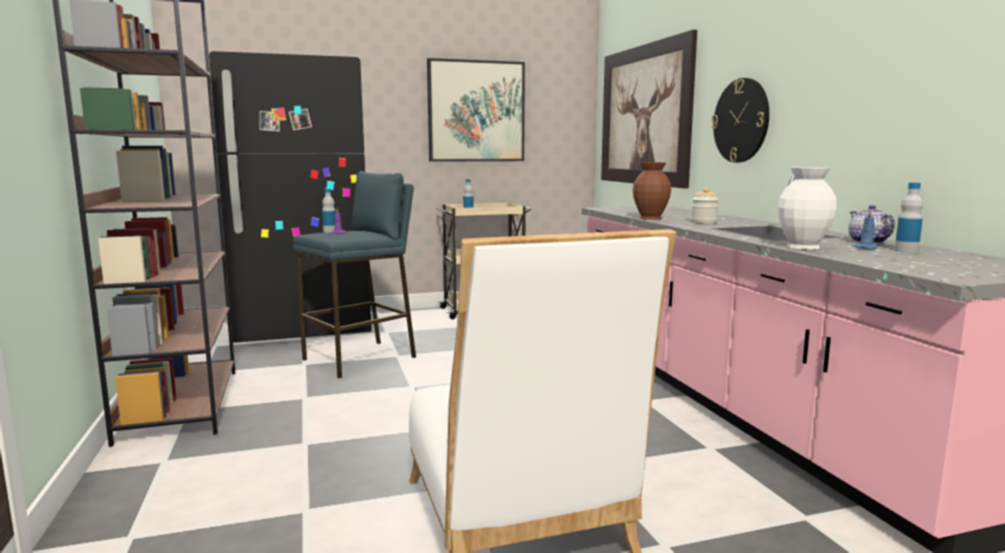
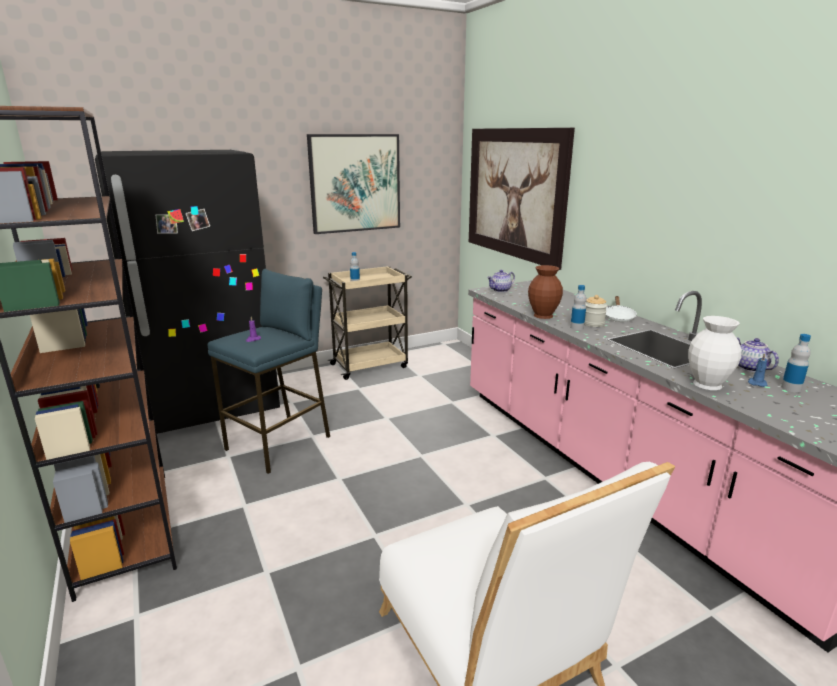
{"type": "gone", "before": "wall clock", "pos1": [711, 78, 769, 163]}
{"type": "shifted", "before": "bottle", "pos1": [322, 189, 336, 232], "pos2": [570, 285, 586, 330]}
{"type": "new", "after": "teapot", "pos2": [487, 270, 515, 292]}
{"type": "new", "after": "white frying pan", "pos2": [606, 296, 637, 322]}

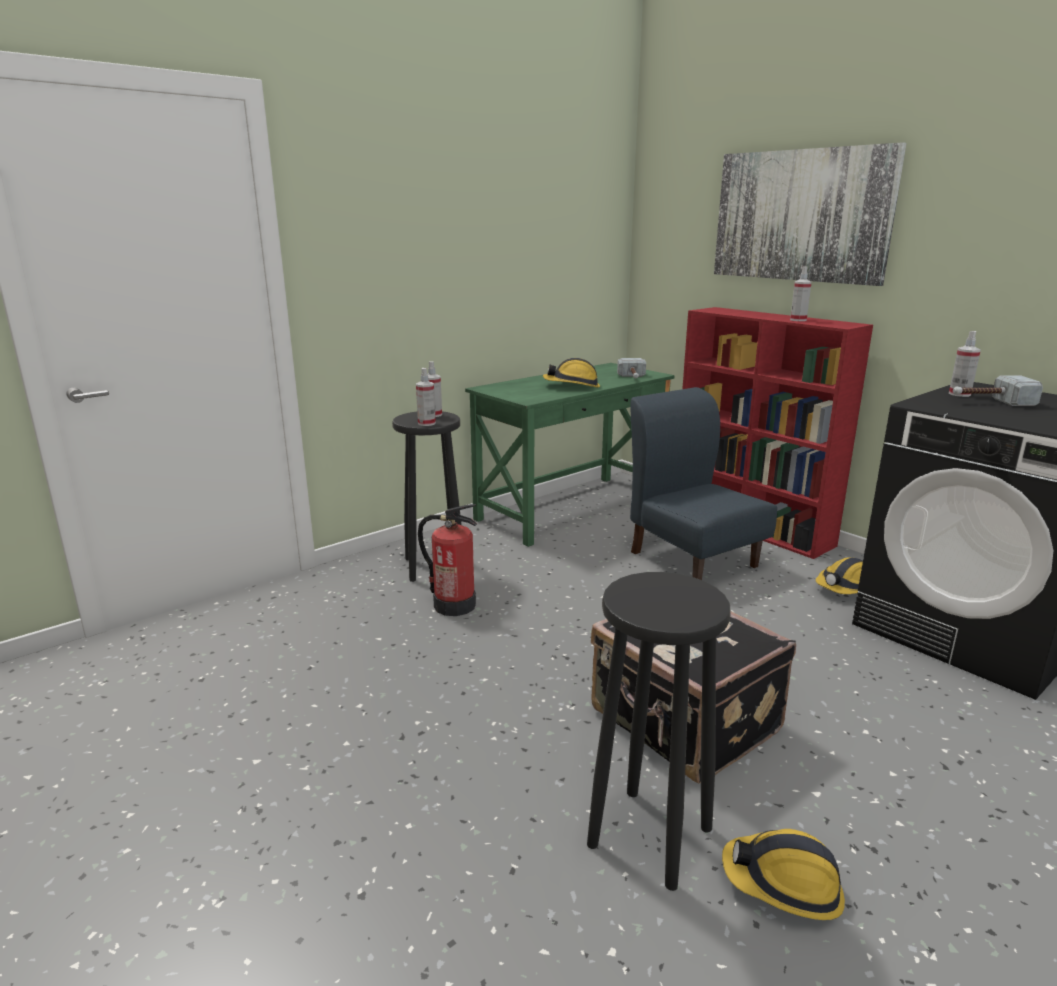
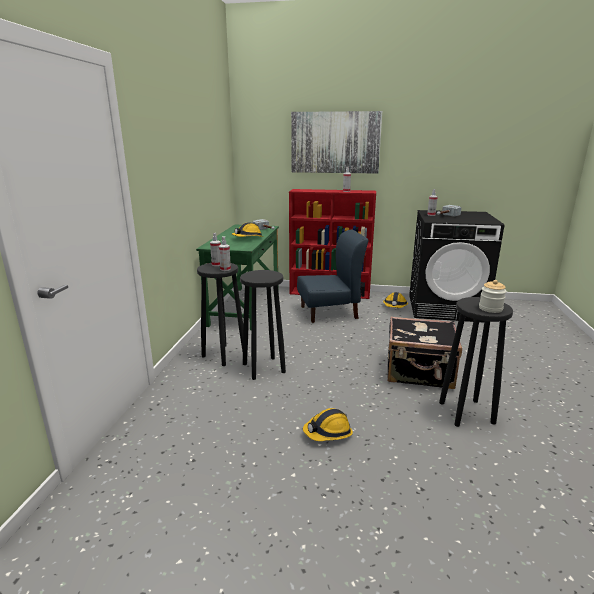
{"type": "rotated", "before": "blue chair", "pos1": [630, 387, 777, 580], "pos2": [297, 229, 368, 323], "turn": 150}
{"type": "swapped", "before": "fire extinguisher", "after": "black stool", "pos1": [418, 504, 477, 616], "pos2": [240, 270, 286, 380]}
{"type": "shifted", "before": "hard hat", "pos1": [722, 829, 845, 920], "pos2": [303, 408, 353, 441]}
{"type": "new", "after": "jar", "pos2": [479, 280, 507, 313]}

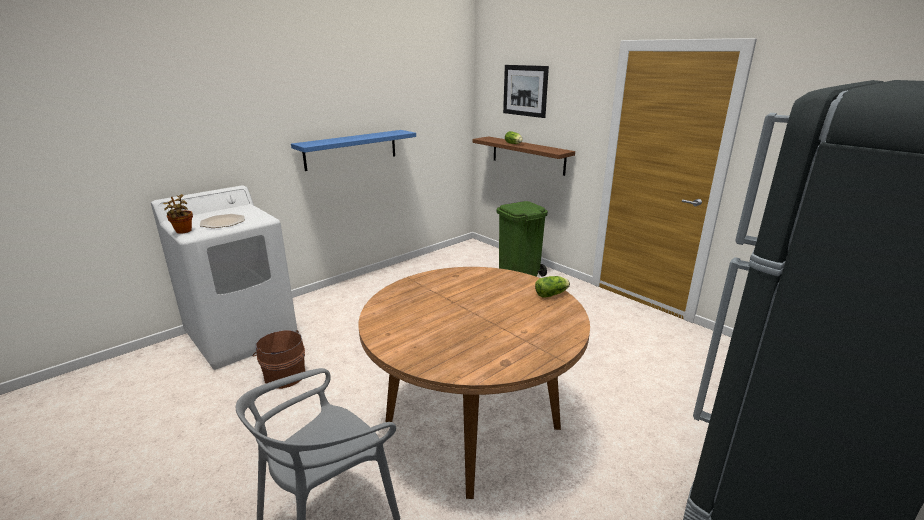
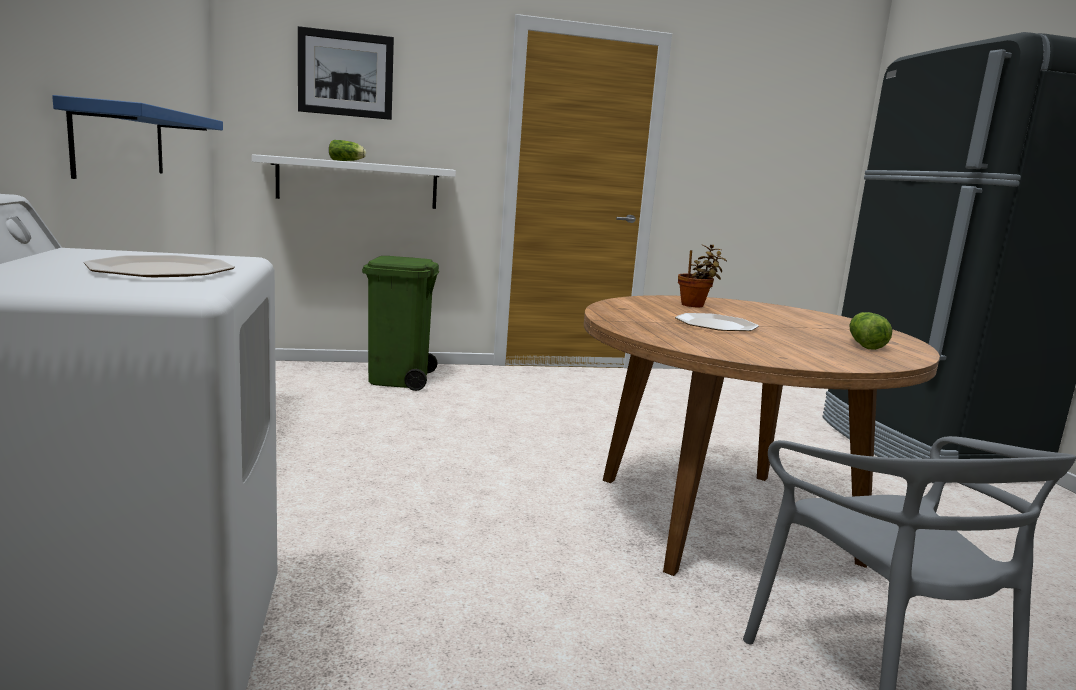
{"type": "repainted", "before": "brown shelf", "after": "white shelf", "pos1": [472, 136, 575, 176], "pos2": [252, 155, 456, 209]}
{"type": "shifted", "before": "potted plant", "pos1": [163, 194, 193, 234], "pos2": [678, 245, 727, 307]}
{"type": "shifted", "before": "lettuce", "pos1": [535, 276, 570, 298], "pos2": [850, 312, 892, 350]}
{"type": "gone", "before": "brown bucket", "pos1": [252, 330, 305, 389]}
{"type": "new", "after": "plate", "pos2": [675, 313, 759, 331]}

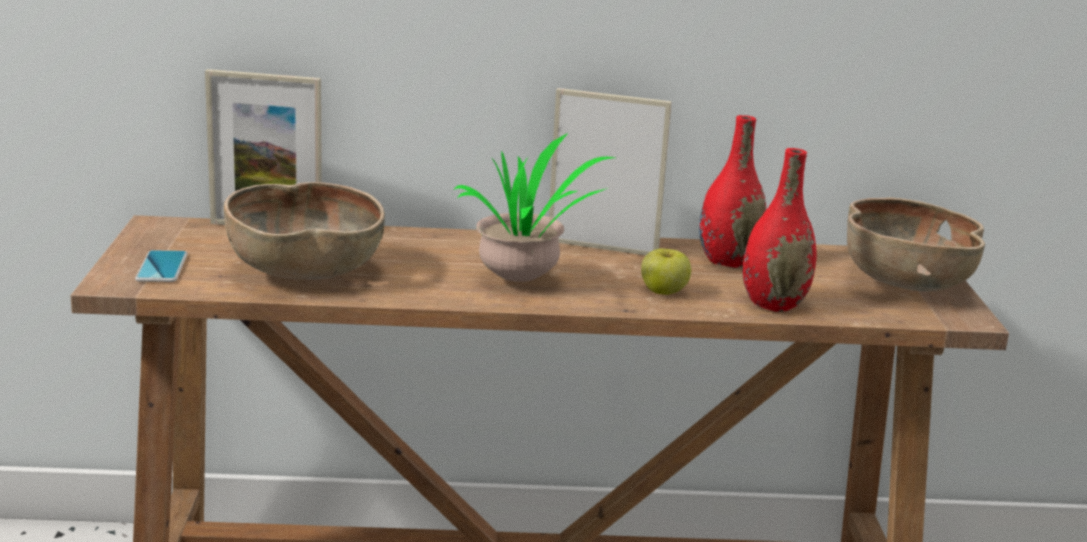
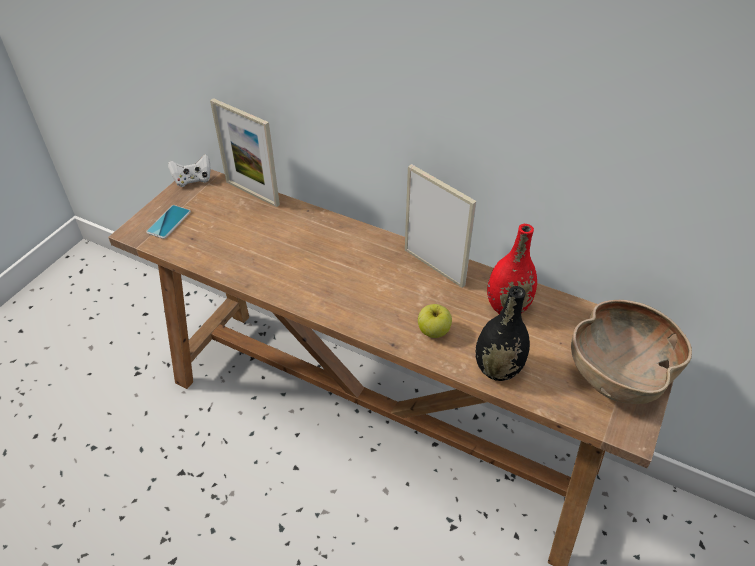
{"type": "gone", "before": "potted plant", "pos1": [453, 133, 615, 282]}
{"type": "repainted", "before": "red vase", "after": "black vase", "pos1": [743, 148, 817, 312], "pos2": [476, 286, 530, 381]}
{"type": "gone", "before": "brown bowl", "pos1": [224, 182, 385, 279]}
{"type": "new", "after": "white game controller", "pos2": [168, 154, 211, 187]}

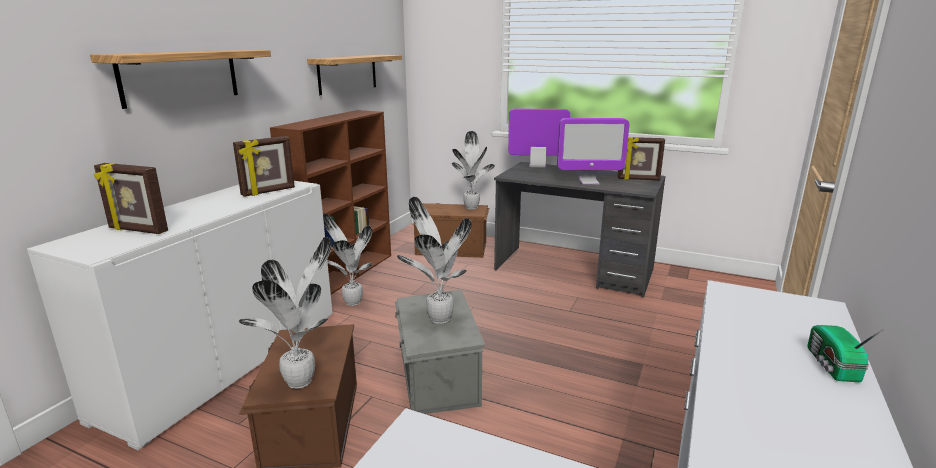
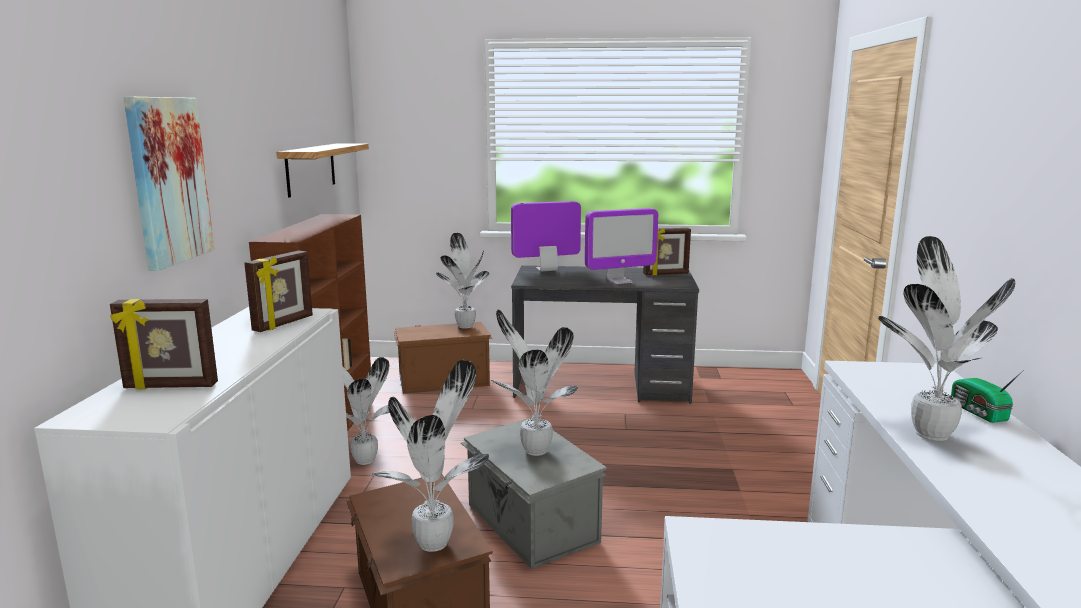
{"type": "swapped", "before": "shelf", "after": "picture", "pos1": [90, 50, 271, 109], "pos2": [123, 97, 215, 271]}
{"type": "new", "after": "potted plant", "pos2": [878, 236, 1016, 441]}

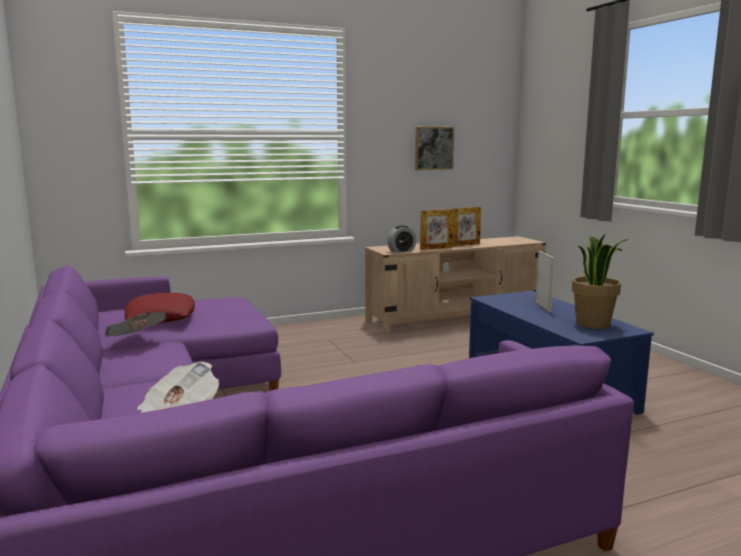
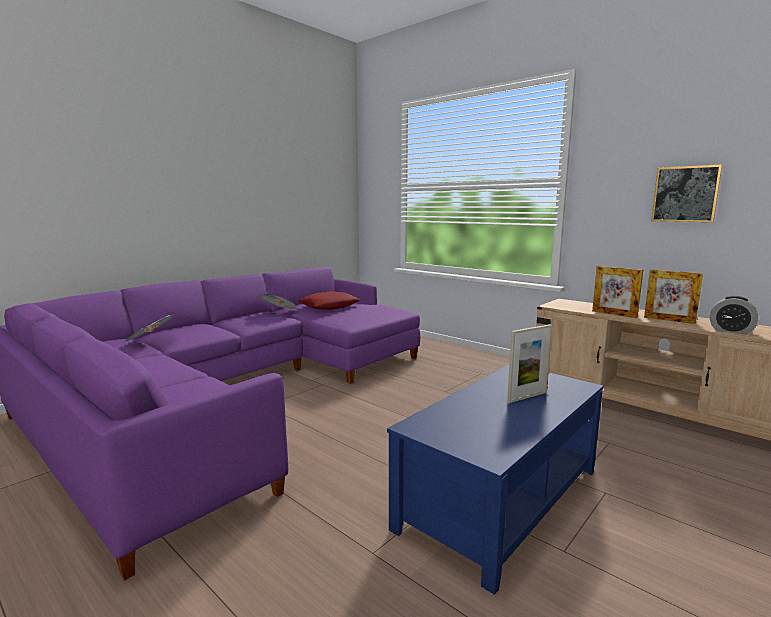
{"type": "shifted", "before": "alarm clock", "pos1": [387, 225, 416, 253], "pos2": [710, 296, 758, 334]}
{"type": "gone", "before": "potted plant", "pos1": [572, 234, 630, 329]}

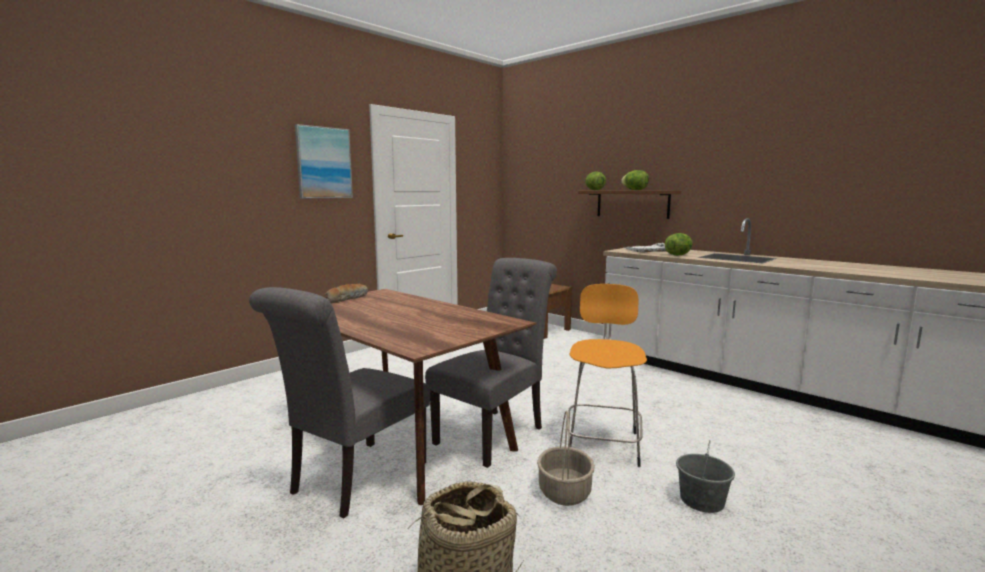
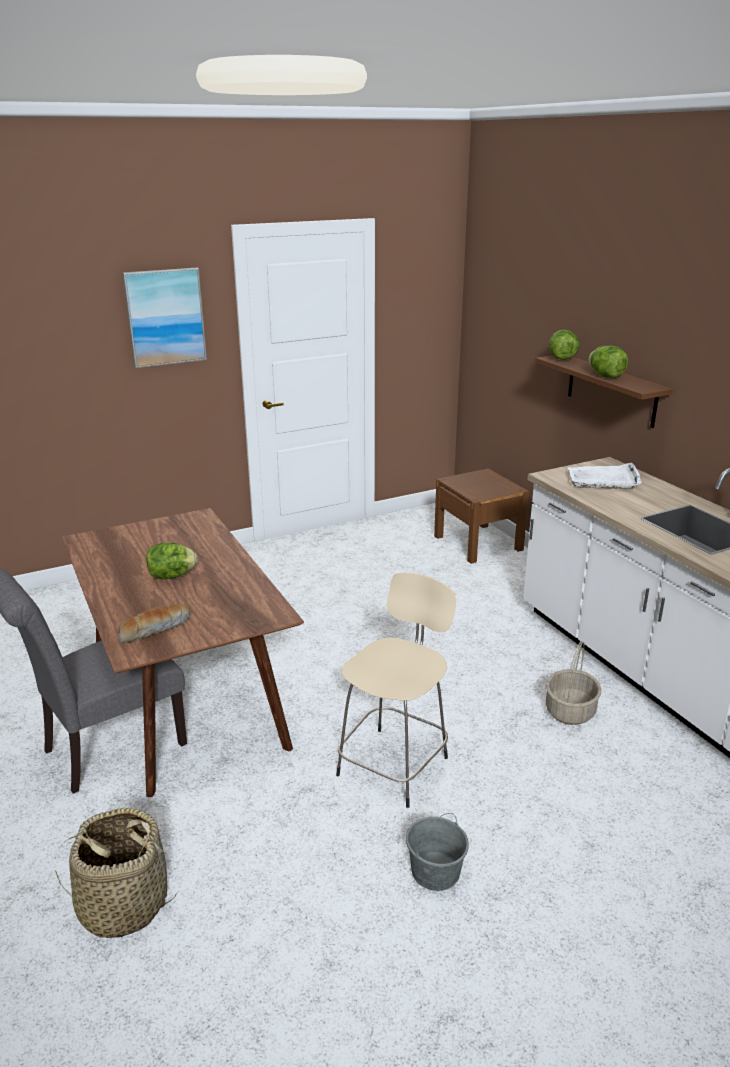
{"type": "shifted", "before": "lettuce", "pos1": [665, 233, 693, 256], "pos2": [147, 542, 198, 579]}
{"type": "gone", "before": "grey chair", "pos1": [425, 258, 557, 468]}
{"type": "shifted", "before": "bread", "pos1": [325, 284, 368, 304], "pos2": [117, 604, 190, 644]}
{"type": "repainted", "before": "orange stool", "after": "beige stool", "pos1": [568, 284, 647, 467], "pos2": [336, 572, 456, 808]}
{"type": "shifted", "before": "basket", "pos1": [537, 411, 595, 506], "pos2": [546, 641, 602, 725]}

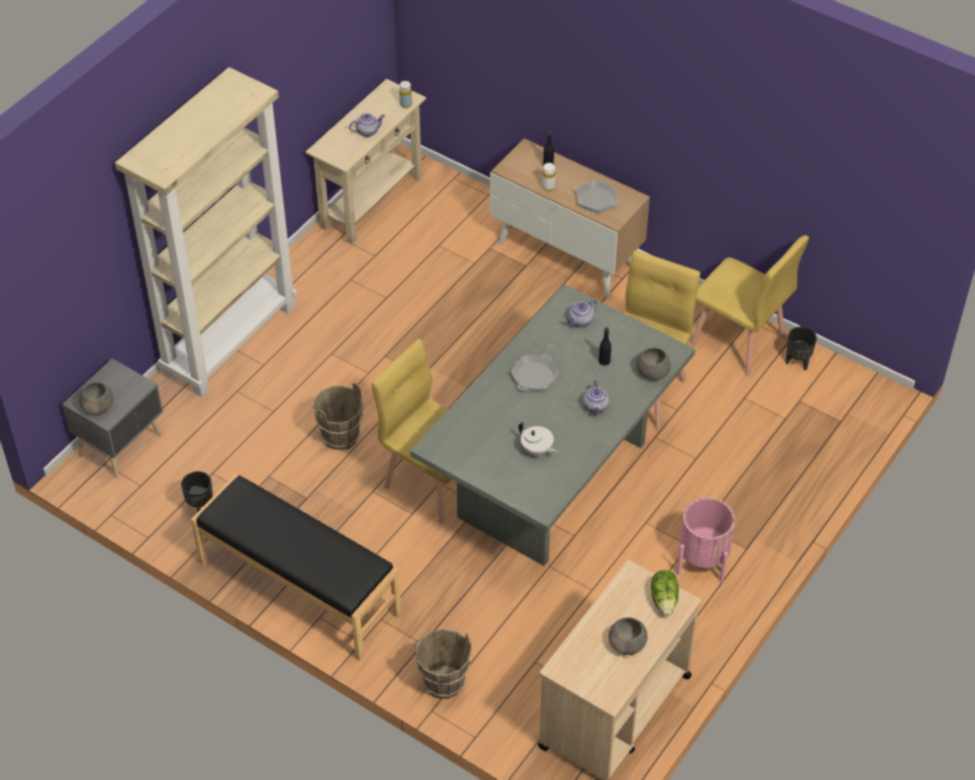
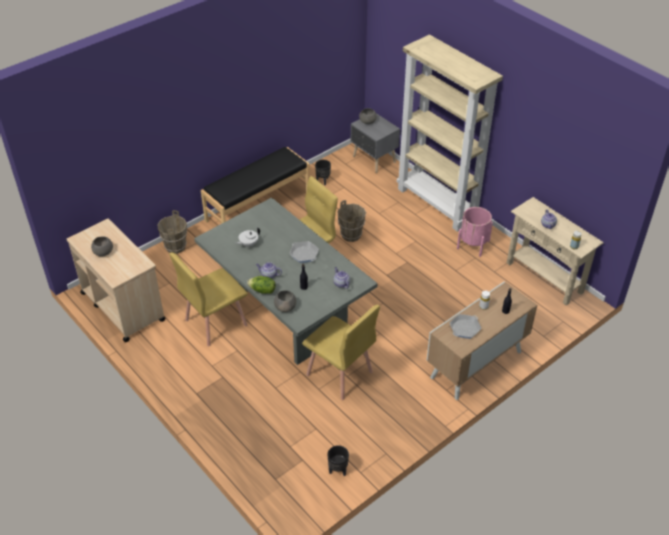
{"type": "shifted", "before": "yellow chair", "pos1": [690, 235, 809, 376], "pos2": [169, 252, 248, 347]}
{"type": "shifted", "before": "pink planter", "pos1": [677, 497, 735, 583], "pos2": [457, 207, 493, 257]}
{"type": "shifted", "before": "lettuce", "pos1": [651, 570, 679, 616], "pos2": [247, 276, 276, 294]}

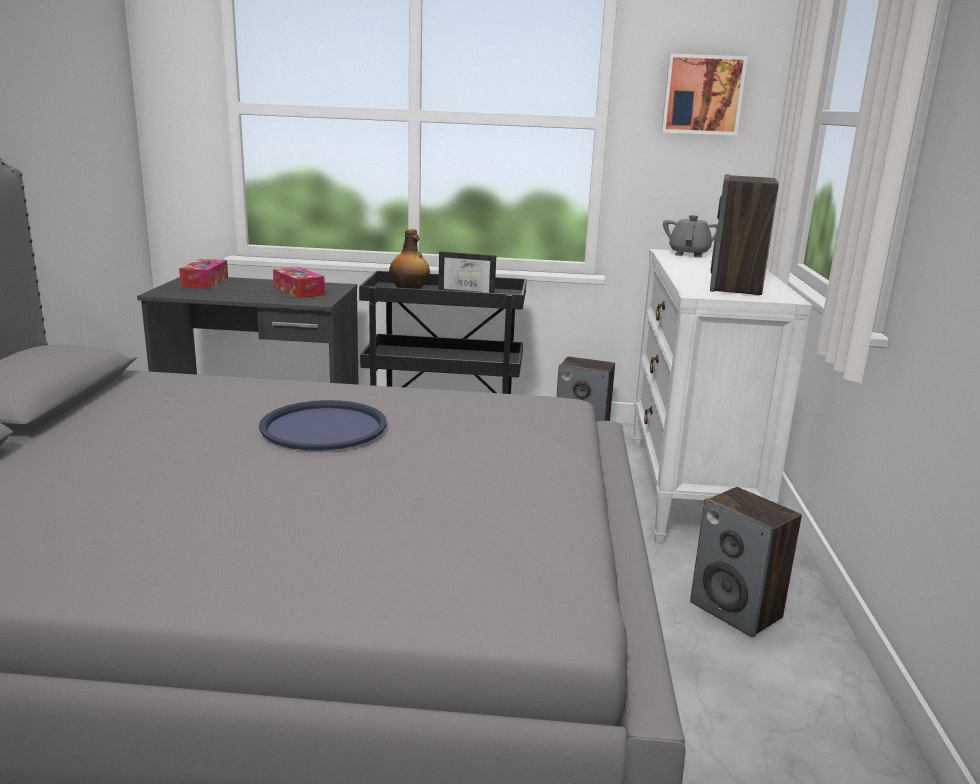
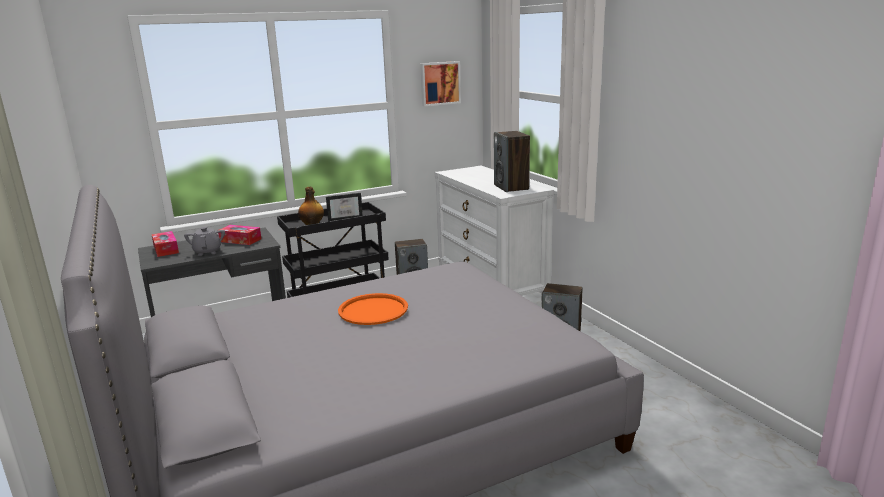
{"type": "shifted", "before": "grey teapot", "pos1": [663, 215, 718, 258], "pos2": [184, 227, 225, 256]}
{"type": "repainted", "before": "blue tray", "after": "orange tray", "pos1": [259, 400, 387, 451], "pos2": [338, 293, 408, 325]}

